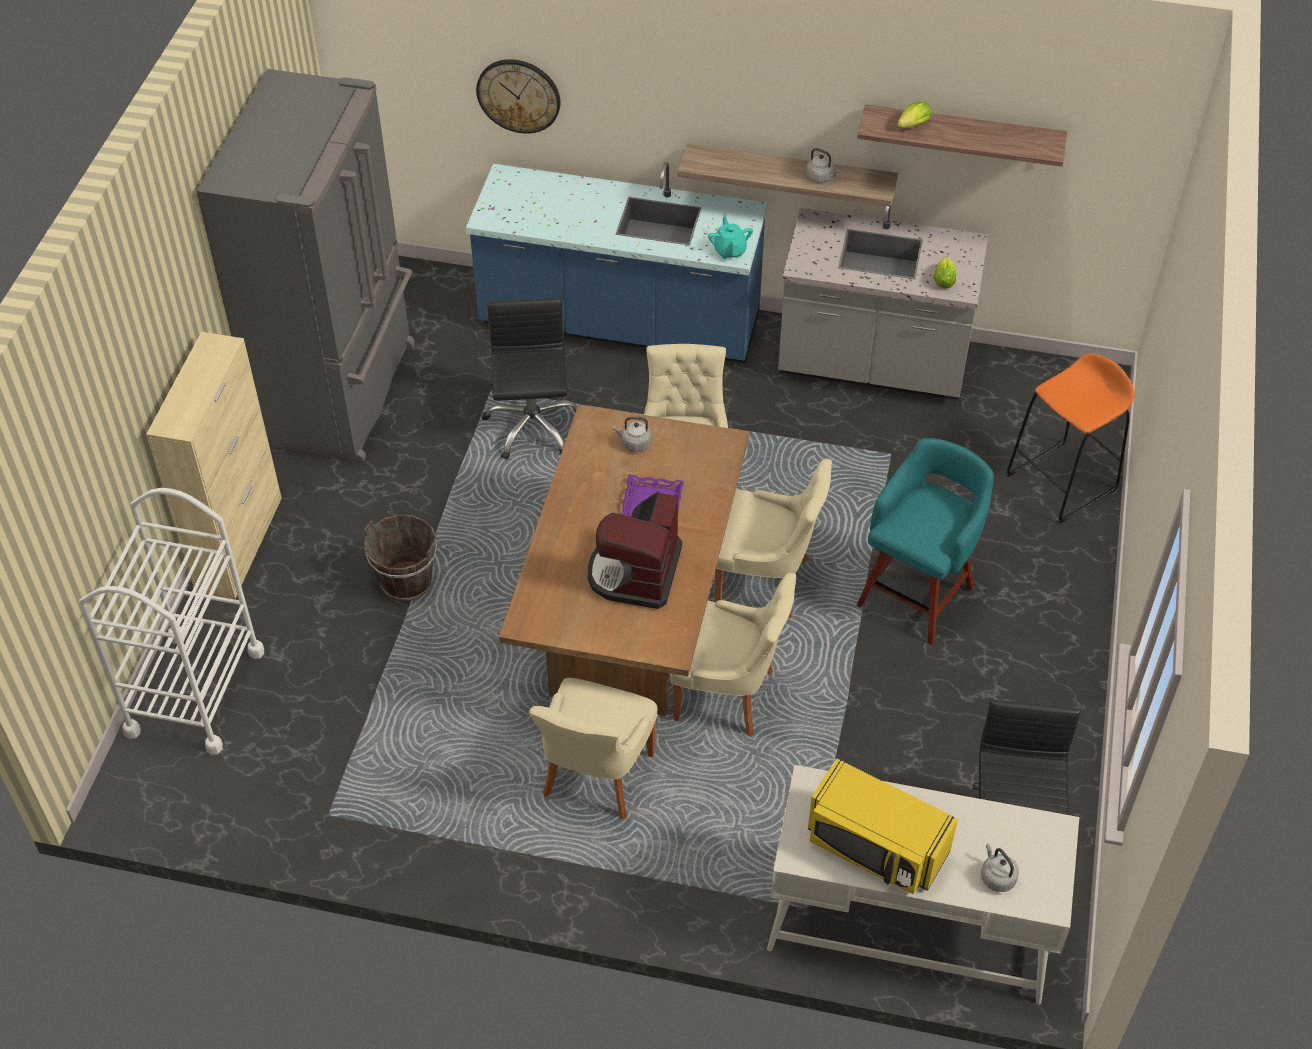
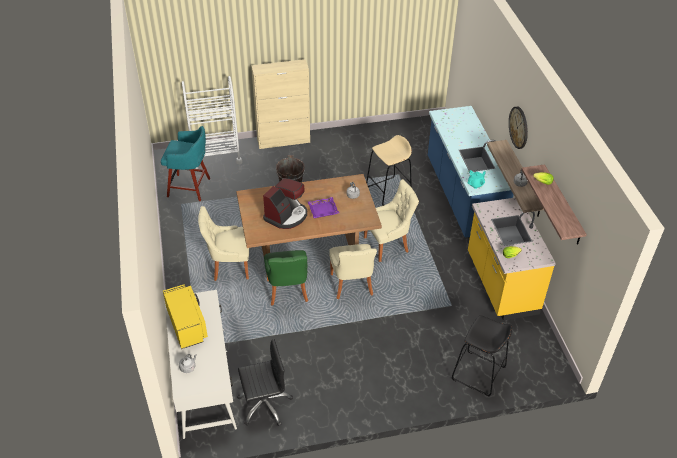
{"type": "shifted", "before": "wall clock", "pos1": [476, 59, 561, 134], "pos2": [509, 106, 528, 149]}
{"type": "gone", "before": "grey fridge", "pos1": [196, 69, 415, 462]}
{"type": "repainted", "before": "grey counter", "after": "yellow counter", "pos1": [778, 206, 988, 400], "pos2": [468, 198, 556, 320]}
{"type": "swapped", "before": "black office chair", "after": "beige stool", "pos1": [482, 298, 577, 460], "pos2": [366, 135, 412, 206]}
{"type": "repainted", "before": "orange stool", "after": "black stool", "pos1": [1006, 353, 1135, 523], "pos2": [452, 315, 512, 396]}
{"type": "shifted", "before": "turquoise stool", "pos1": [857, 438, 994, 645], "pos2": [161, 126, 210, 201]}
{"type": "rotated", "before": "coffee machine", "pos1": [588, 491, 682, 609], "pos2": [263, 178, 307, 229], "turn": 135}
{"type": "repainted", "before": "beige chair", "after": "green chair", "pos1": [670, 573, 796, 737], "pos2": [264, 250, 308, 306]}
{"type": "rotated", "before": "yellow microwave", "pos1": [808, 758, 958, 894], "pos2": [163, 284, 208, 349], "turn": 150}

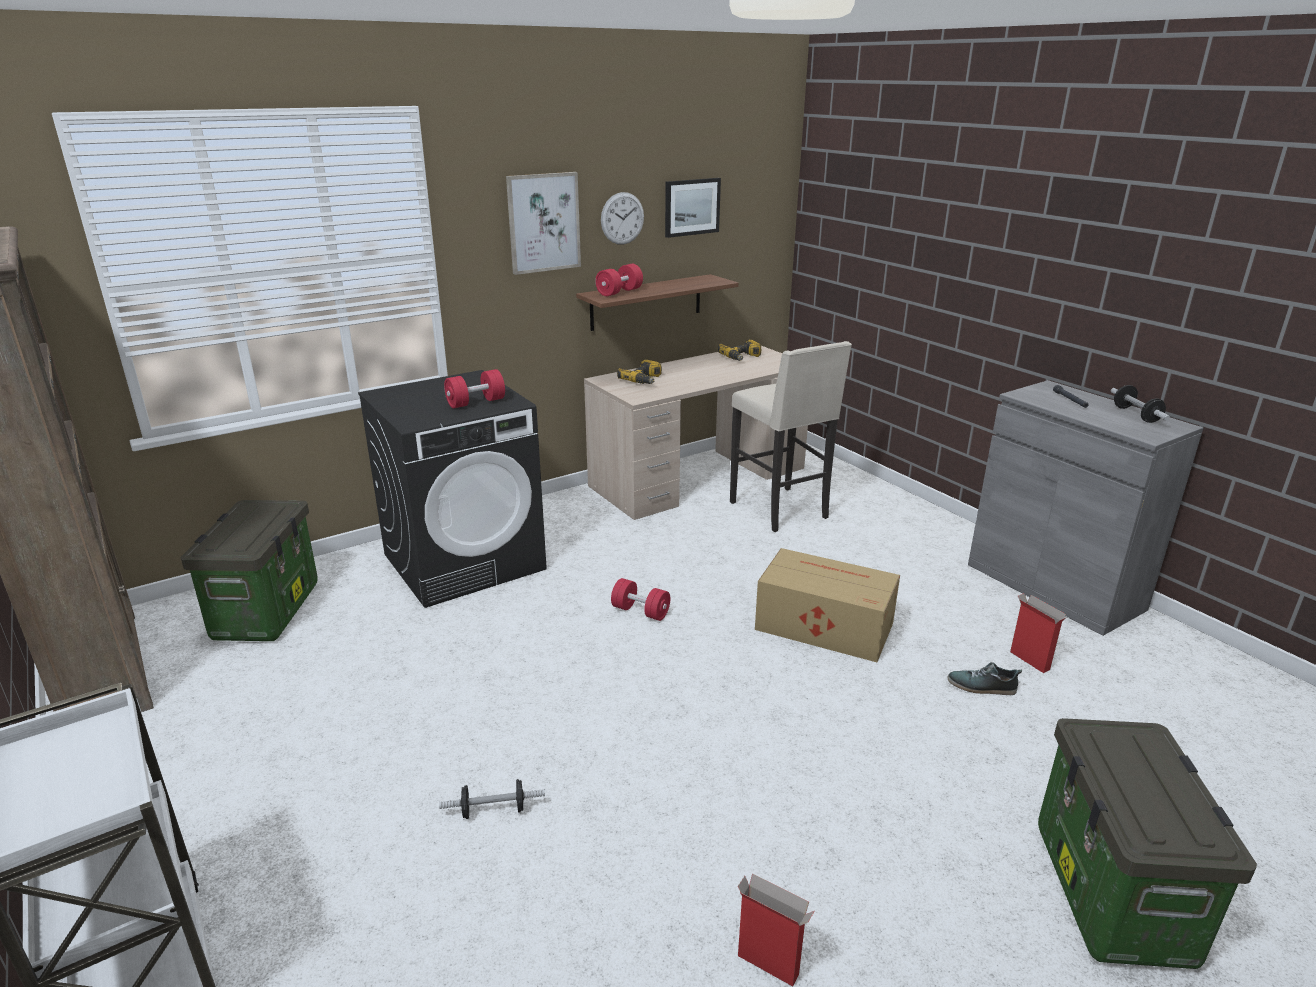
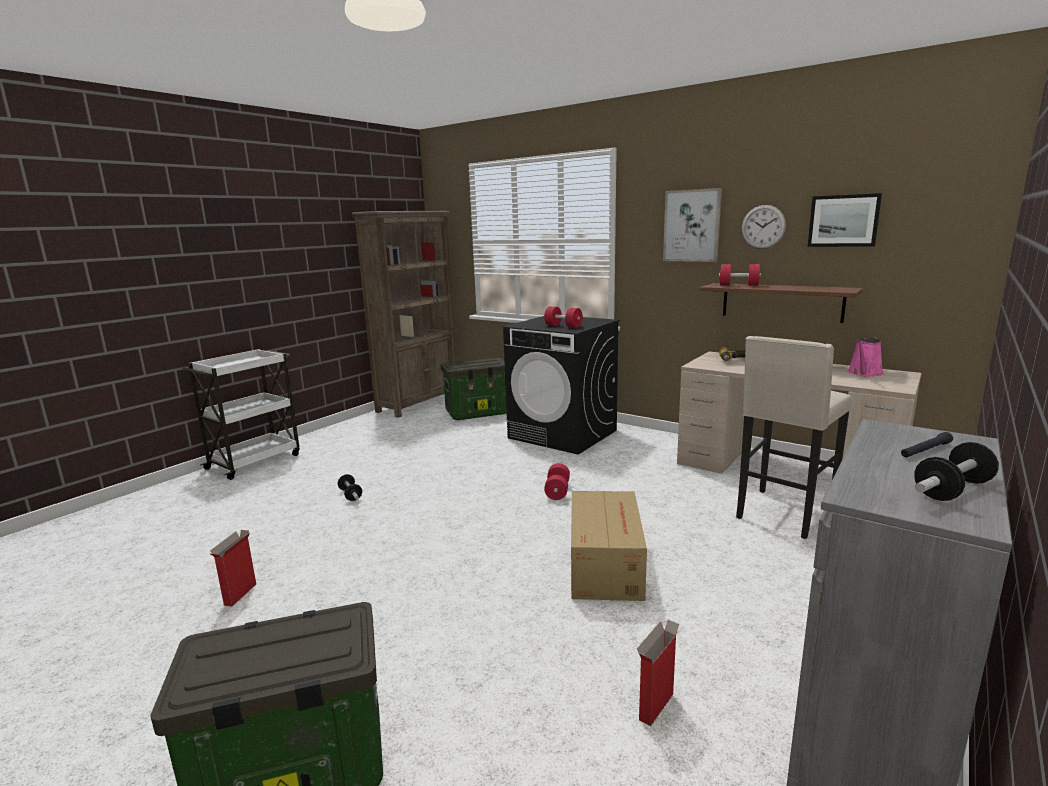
{"type": "swapped", "before": "power drill", "after": "pink watering can", "pos1": [718, 340, 761, 361], "pos2": [847, 336, 884, 377]}
{"type": "gone", "before": "shoe", "pos1": [948, 662, 1022, 695]}

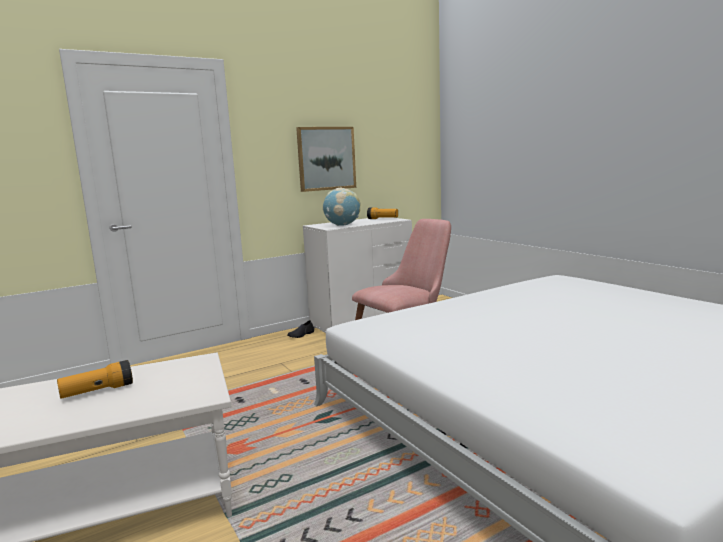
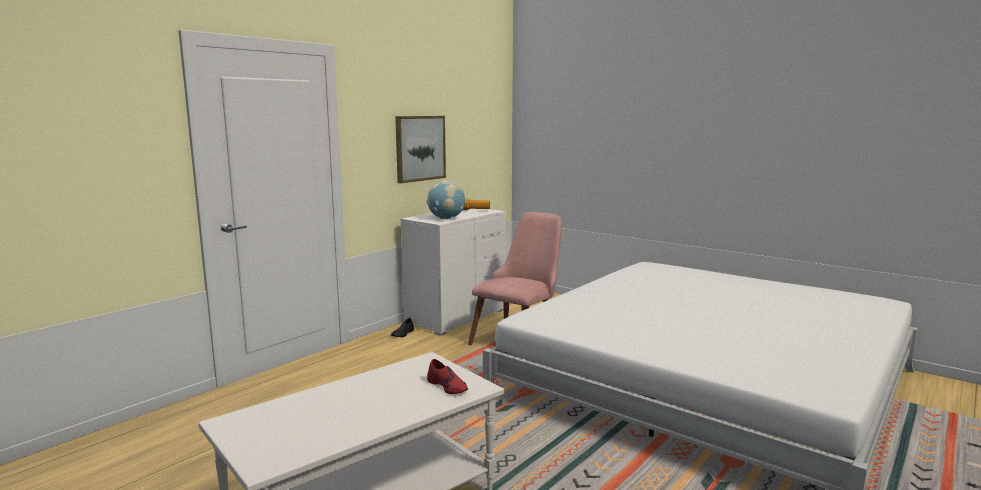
{"type": "gone", "before": "flashlight", "pos1": [57, 360, 133, 399]}
{"type": "new", "after": "red shoe", "pos2": [427, 359, 468, 394]}

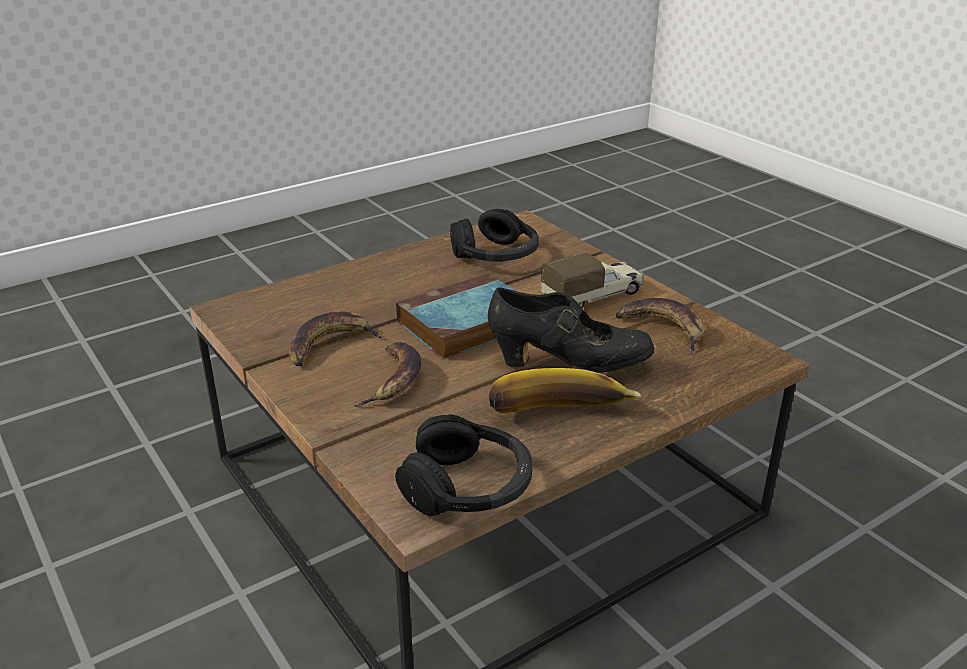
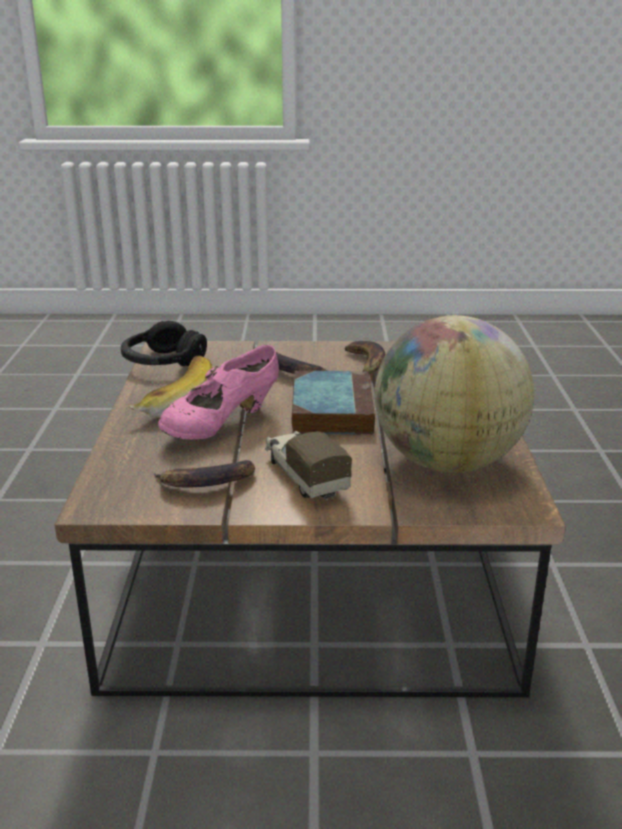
{"type": "swapped", "before": "black headphones", "after": "globe", "pos1": [450, 209, 539, 262], "pos2": [375, 315, 534, 473]}
{"type": "rotated", "before": "toy truck", "pos1": [541, 253, 644, 307], "pos2": [265, 431, 352, 500], "turn": 150}
{"type": "repainted", "before": "black shoe", "after": "pink shoe", "pos1": [488, 287, 654, 373], "pos2": [158, 345, 279, 439]}

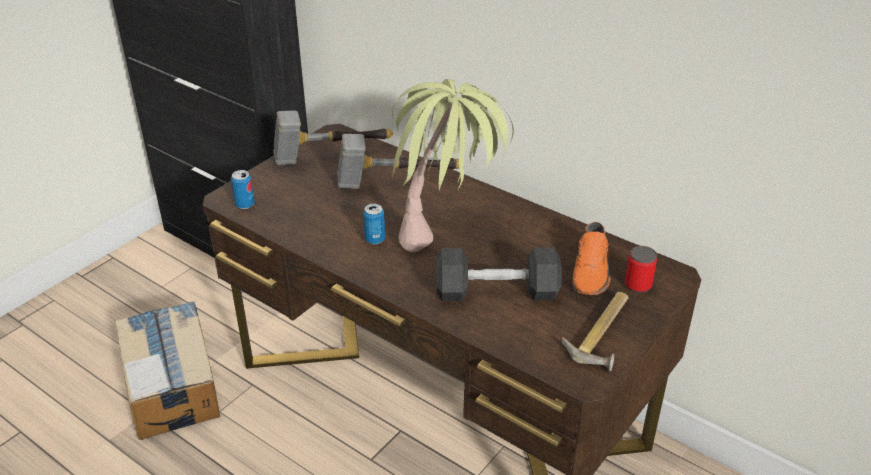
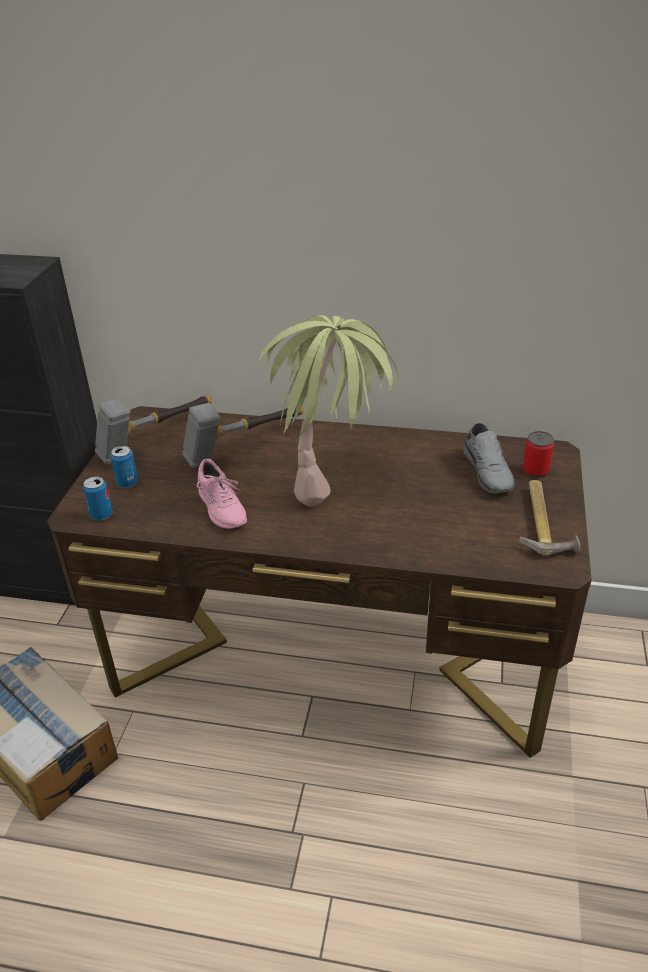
{"type": "shifted", "before": "can", "pos1": [363, 204, 385, 244], "pos2": [110, 446, 138, 488]}
{"type": "repainted", "before": "orange shoe", "after": "grey shoe", "pos1": [572, 222, 611, 295], "pos2": [463, 423, 515, 493]}
{"type": "gone", "before": "black dumbbell", "pos1": [436, 247, 562, 301]}
{"type": "new", "after": "pink shoe", "pos2": [197, 459, 247, 529]}

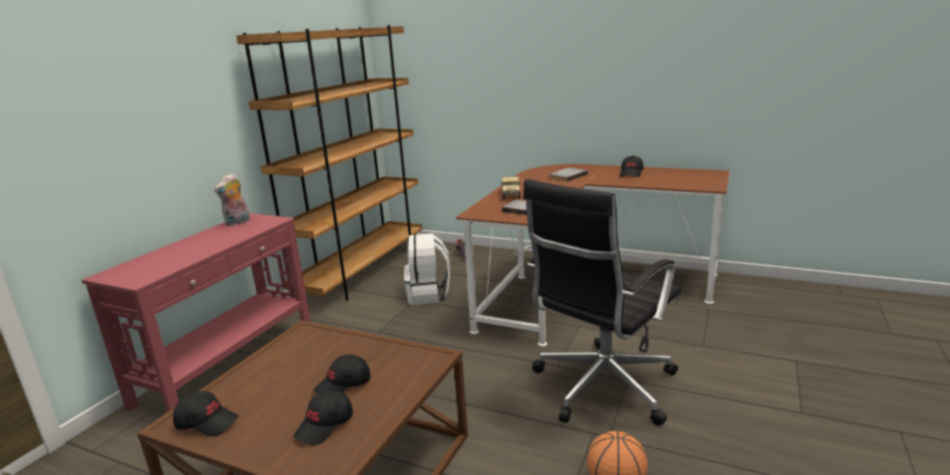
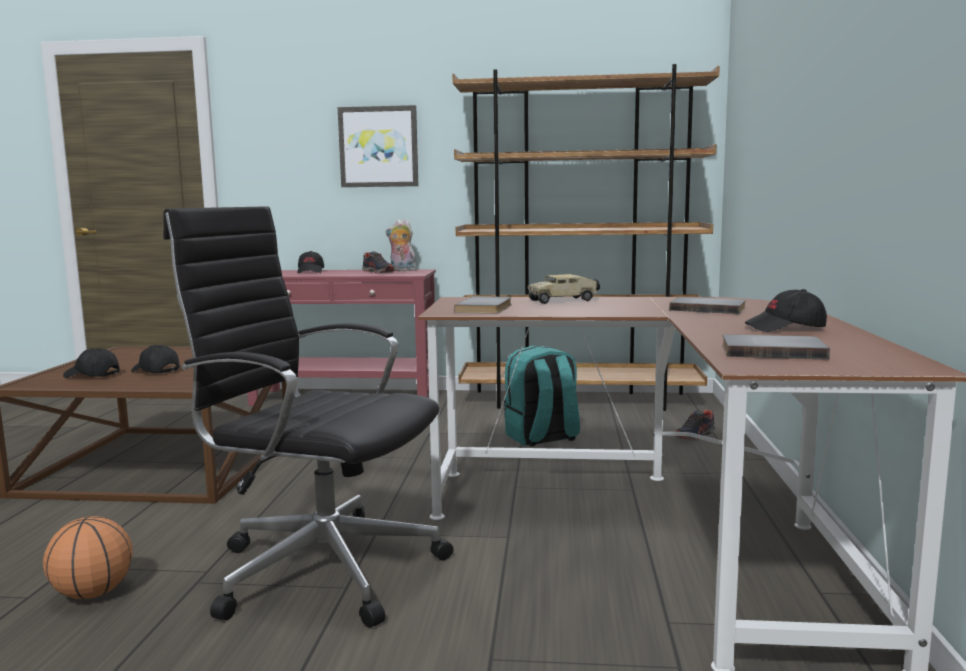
{"type": "repainted", "before": "white backpack", "after": "turquoise backpack", "pos1": [404, 233, 450, 305], "pos2": [504, 345, 580, 446]}
{"type": "shifted", "before": "black cap", "pos1": [173, 391, 238, 437], "pos2": [297, 251, 324, 273]}
{"type": "new", "after": "picture", "pos2": [338, 105, 418, 187]}
{"type": "new", "after": "shoe", "pos2": [362, 251, 395, 273]}
{"type": "new", "after": "grey book", "pos2": [722, 334, 830, 360]}

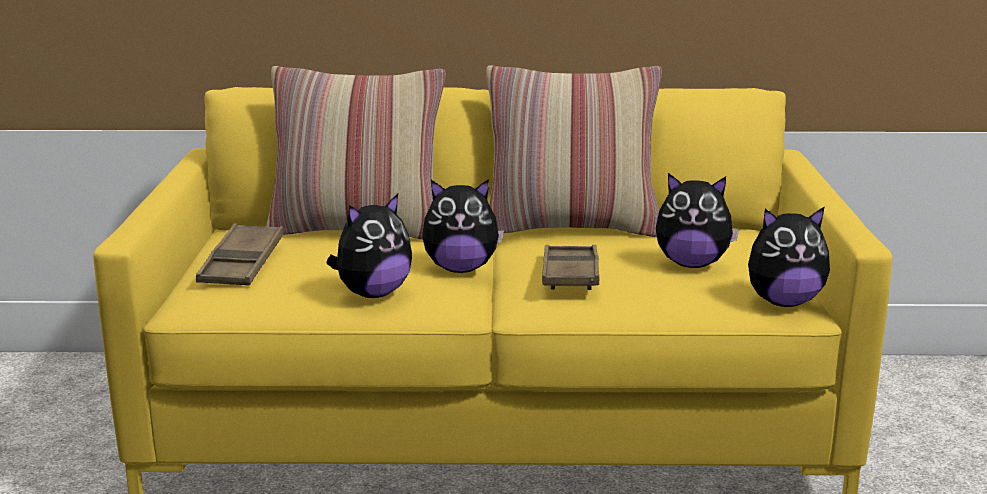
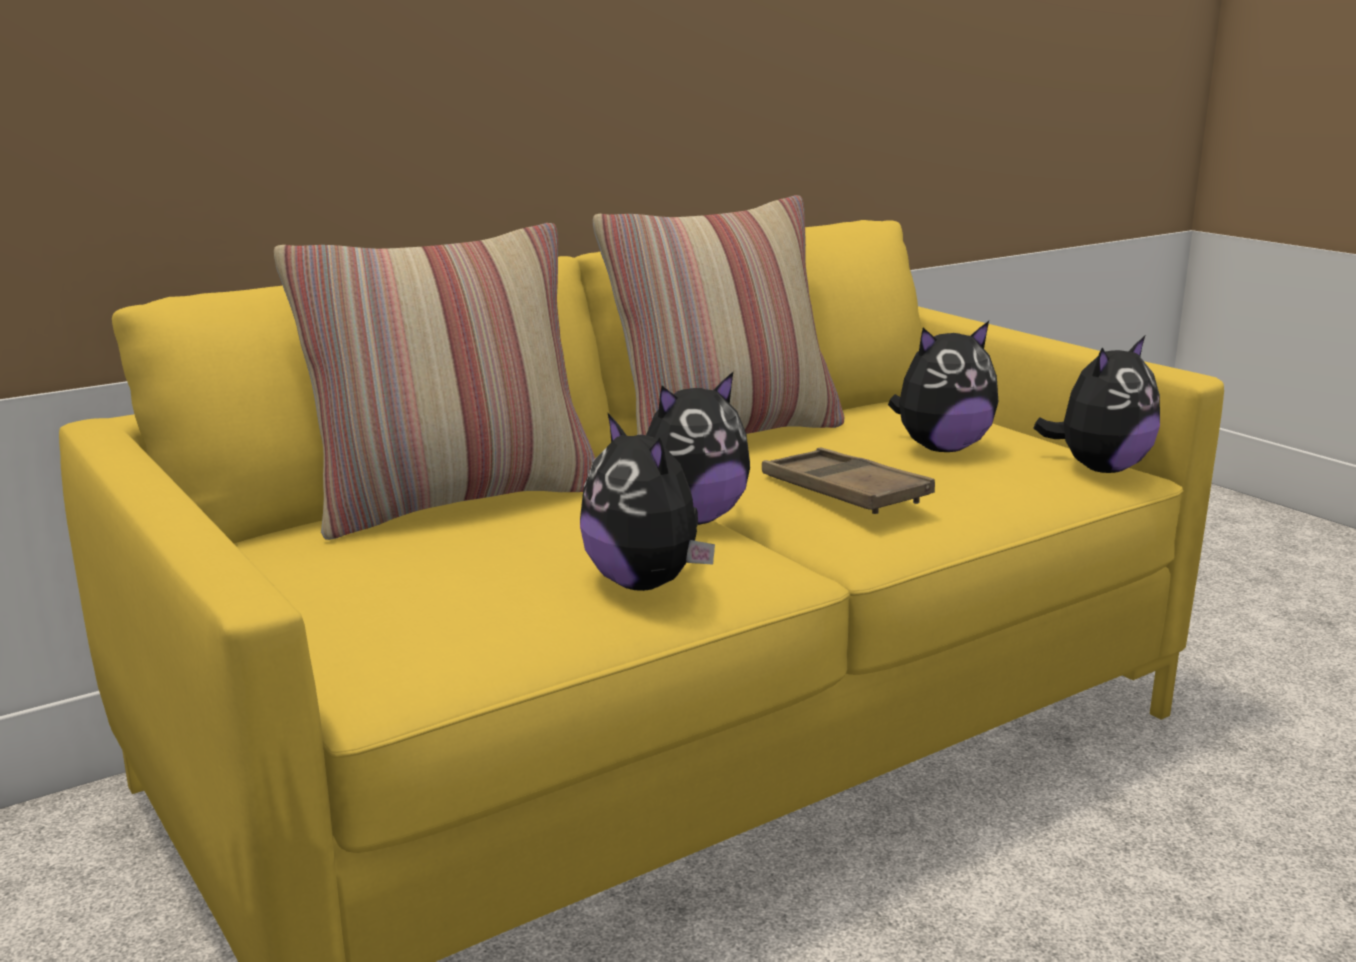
{"type": "rotated", "before": "plush toy", "pos1": [326, 193, 412, 298], "pos2": [580, 413, 715, 591], "turn": 135}
{"type": "gone", "before": "brown tray", "pos1": [196, 223, 283, 286]}

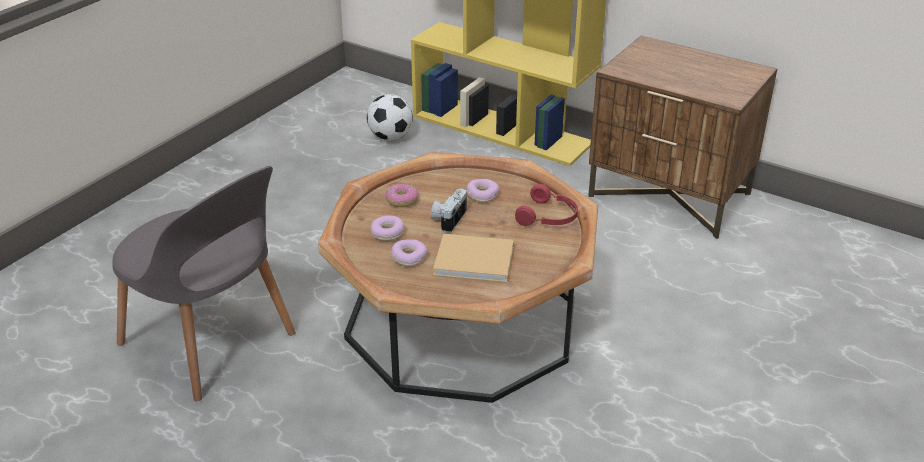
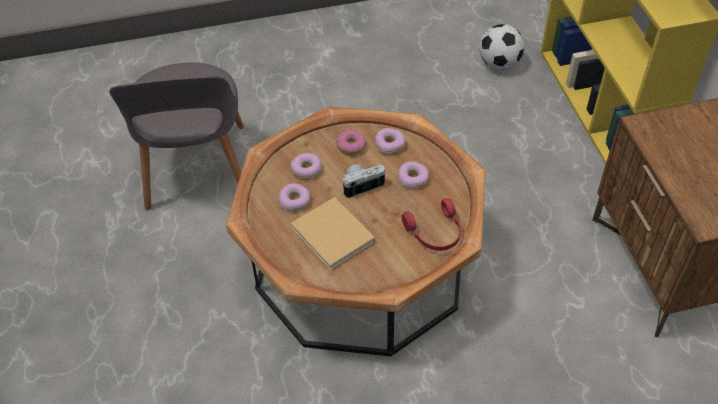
{"type": "new", "after": "donut", "pos2": [375, 128, 405, 154]}

